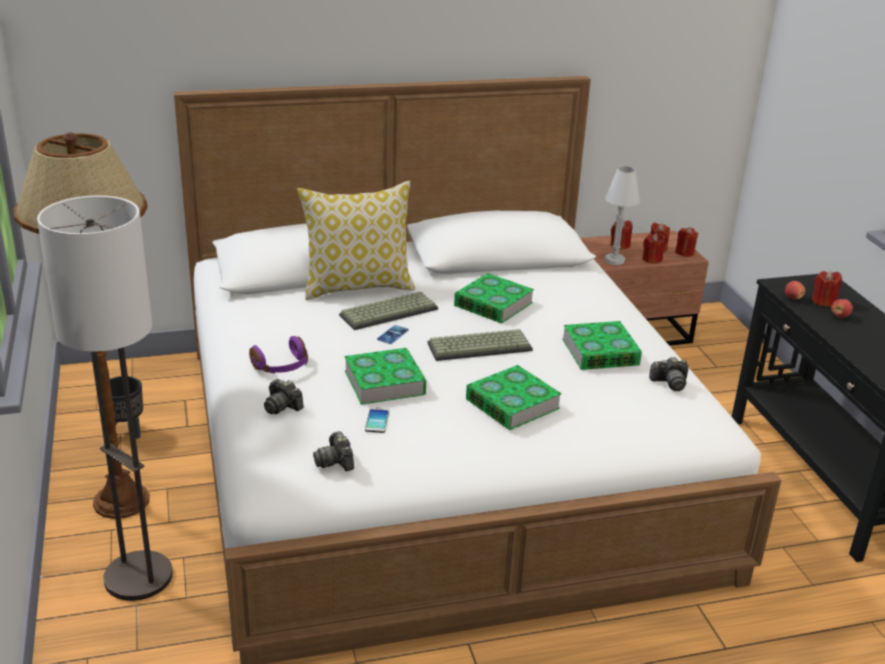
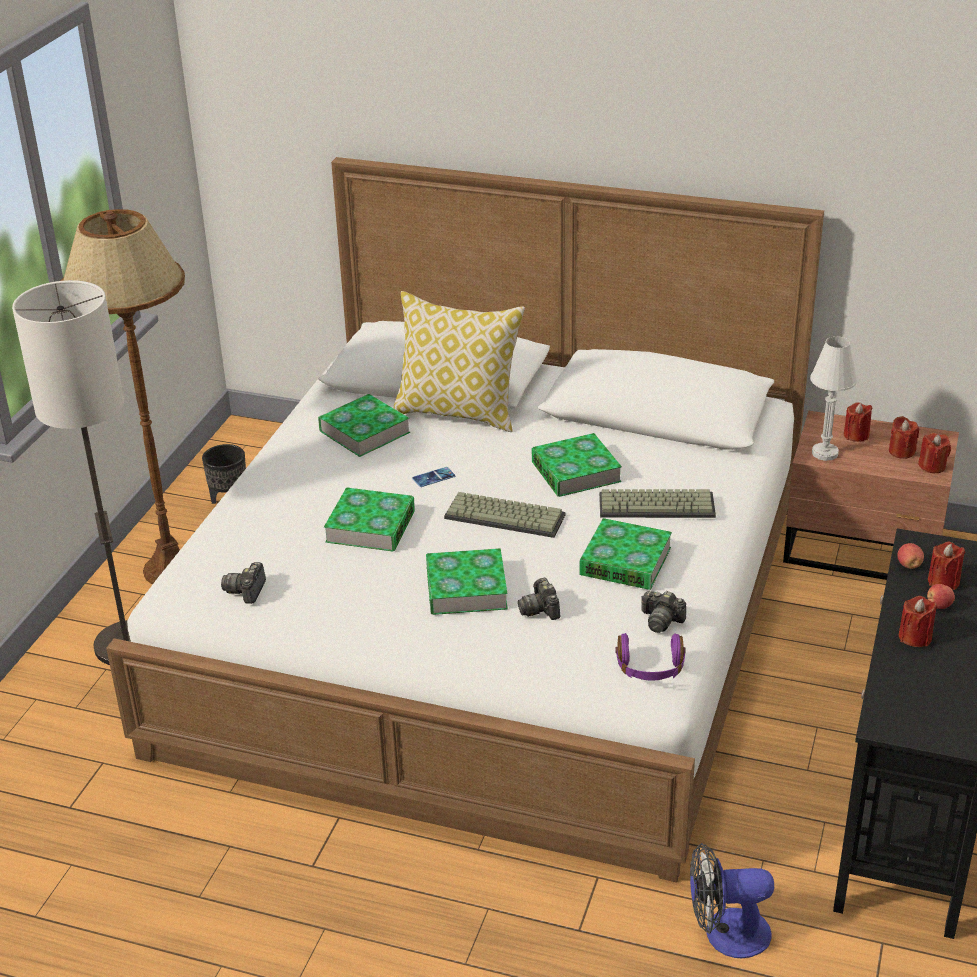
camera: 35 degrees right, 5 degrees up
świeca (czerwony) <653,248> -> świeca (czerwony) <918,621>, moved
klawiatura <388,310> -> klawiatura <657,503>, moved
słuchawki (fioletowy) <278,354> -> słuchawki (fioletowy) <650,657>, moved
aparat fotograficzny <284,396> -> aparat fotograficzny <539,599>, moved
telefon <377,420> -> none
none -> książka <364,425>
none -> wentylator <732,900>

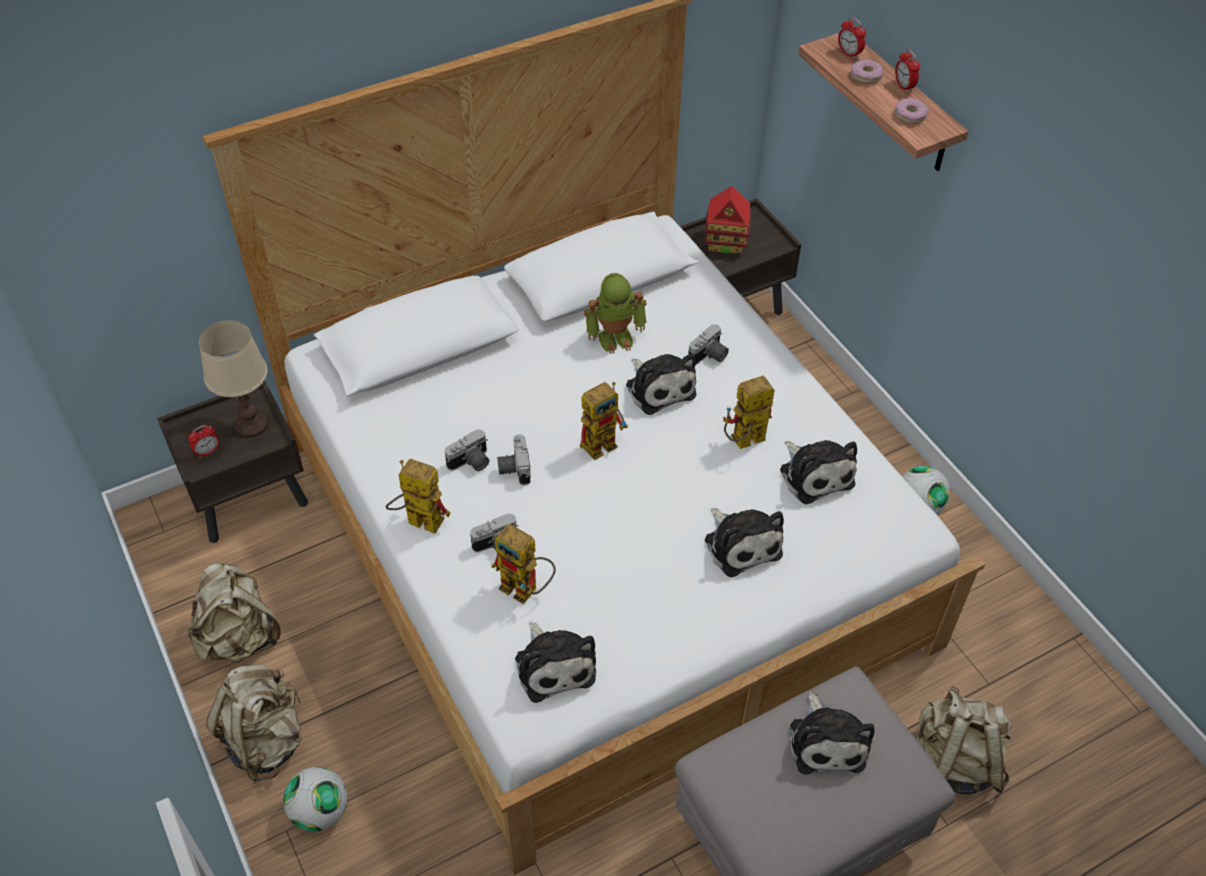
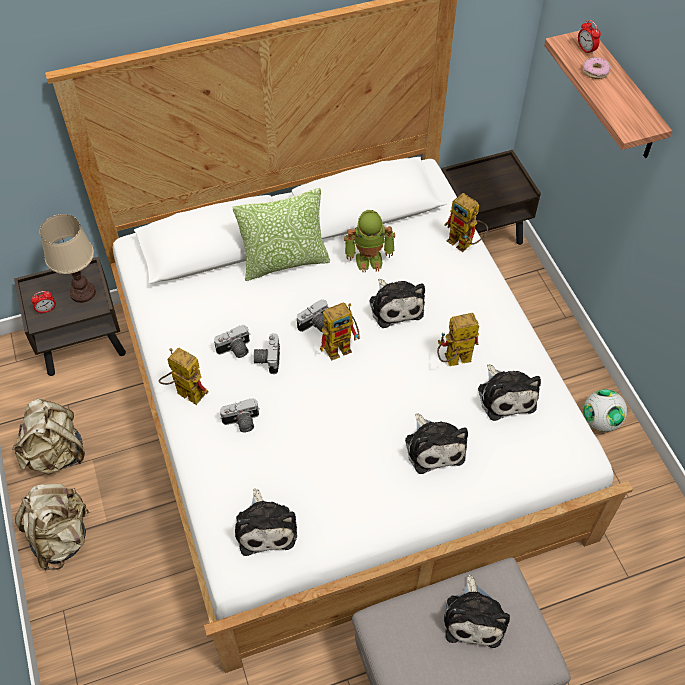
camera: 10 degrees right, 5 degrees up
budzik <907,71> -> none
donut <912,111> -> none
domek <728,220> -> none
aparat fotograficzny <708,344> -> aparat fotograficzny <312,315>, moved
robot zabawkowy <523,564> -> robot zabawkowy <466,222>, moved
plecak (beżowy) <964,740> -> none
piłka futbolowa <315,799> -> none
none -> poduszka <281,234>

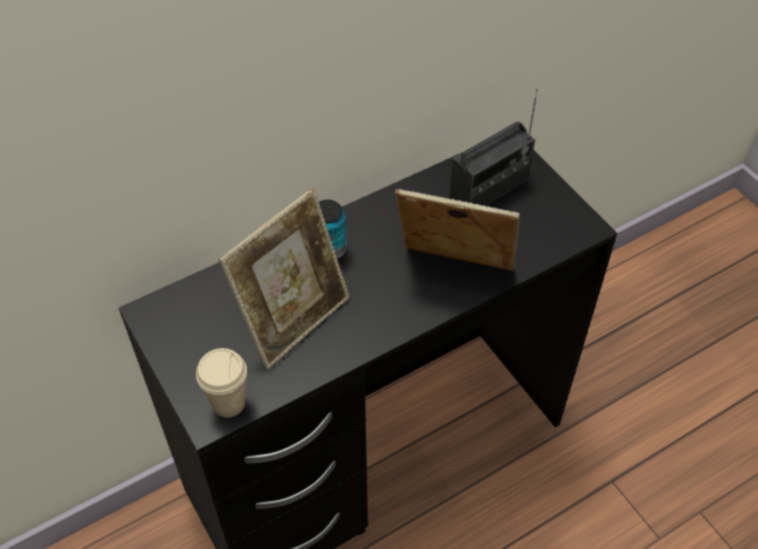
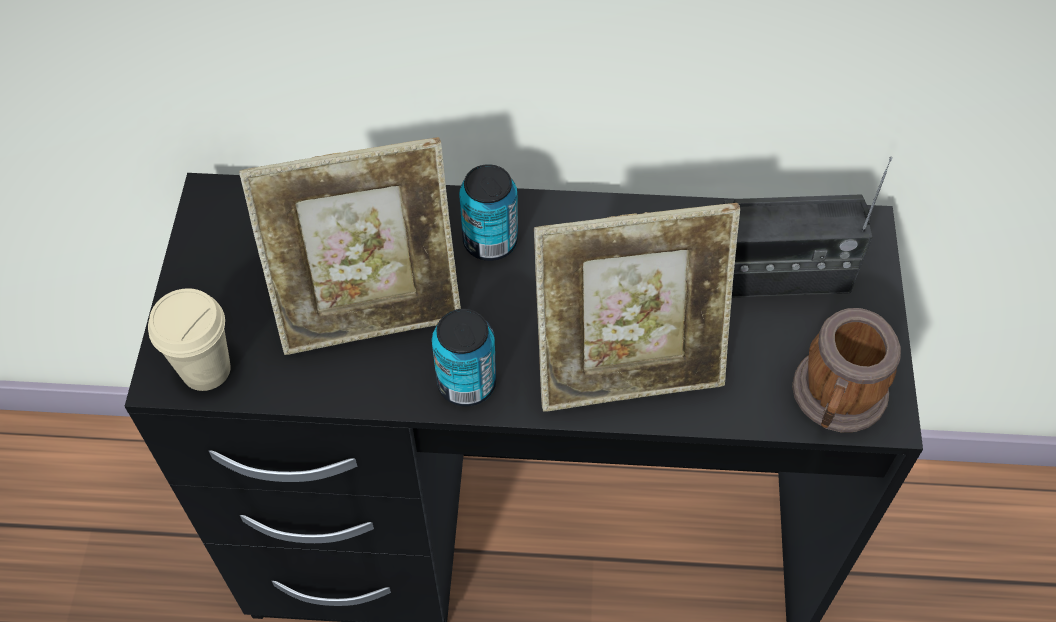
camera: 35 degrees right, 5 degrees up
ramka na zdjęcie <457,230> -> ramka na zdjęcie <637,307>, 120 degrees clockwise
none -> kubek <846,370>
none -> puszka <464,357>

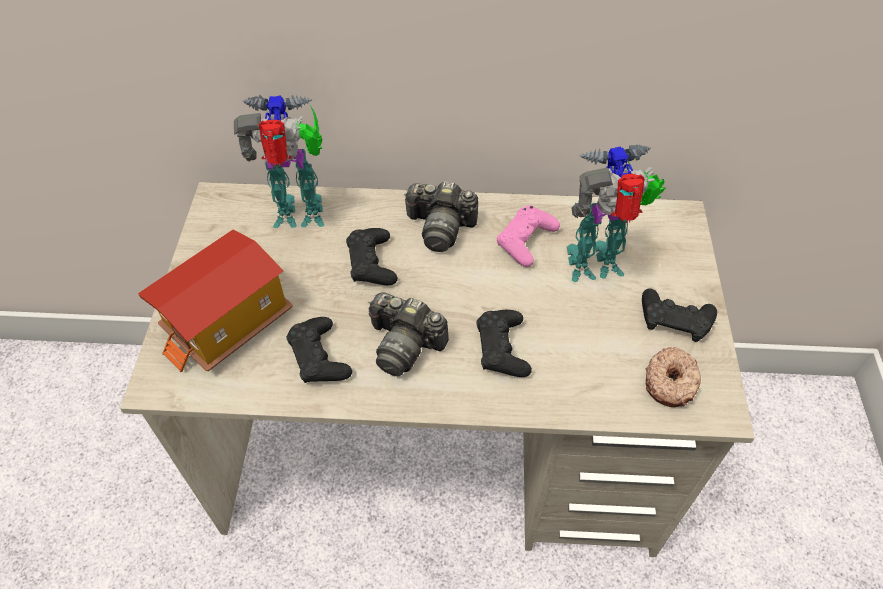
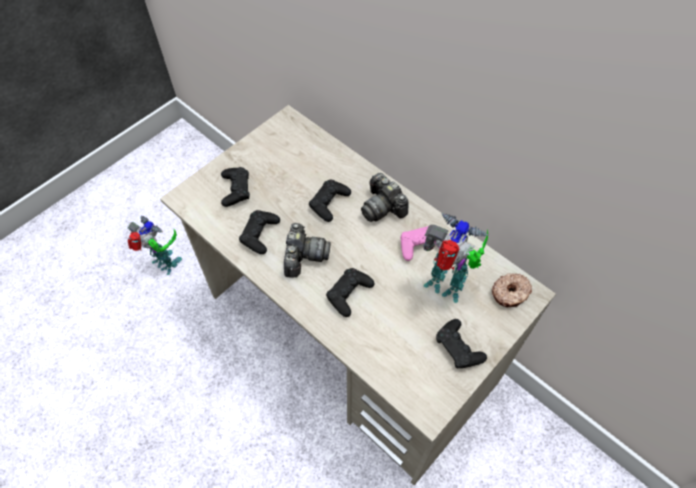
camera: 40 degrees right, 5 degrees up
robot zabawkowy <279,161> -> robot zabawkowy <155,245>, moved
domek <215,300> -> pad do gier (czarny) <235,187>
aparat fotograficzny <408,334> -> aparat fotograficzny <307,250>, 150 degrees counterclockwise
donut <673,377> -> donut <512,290>, moved

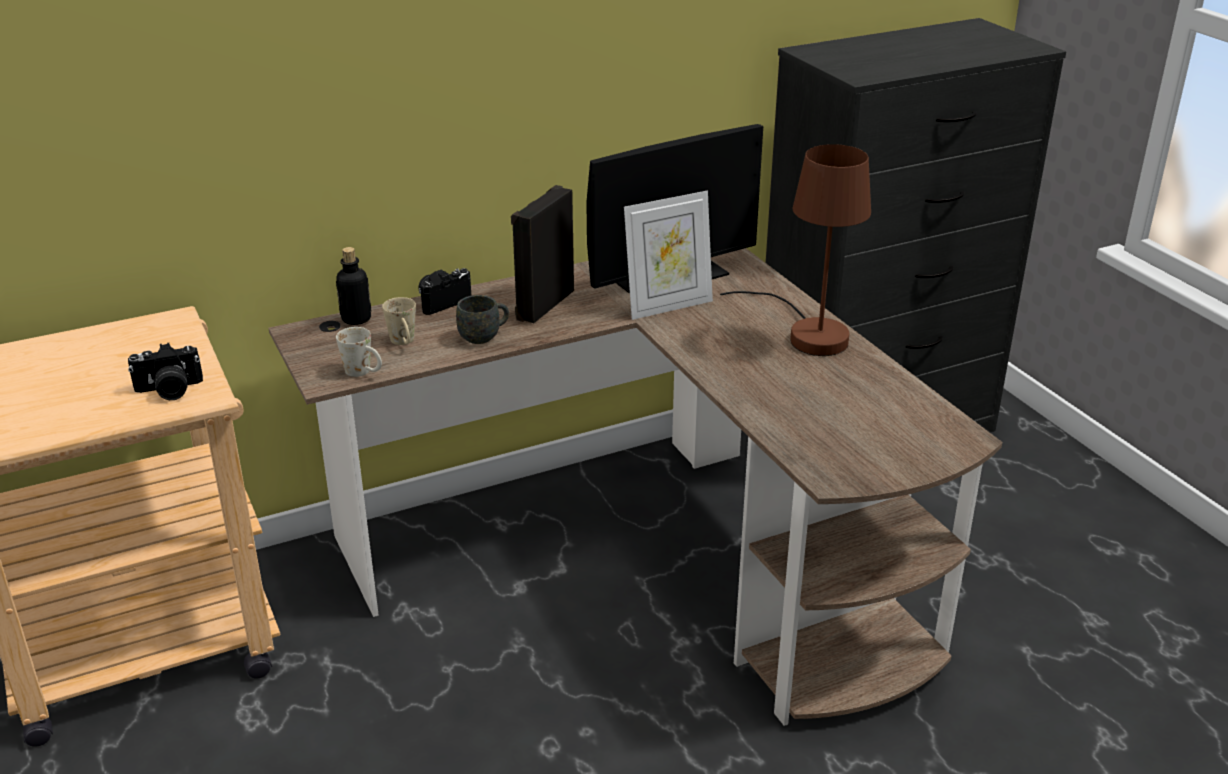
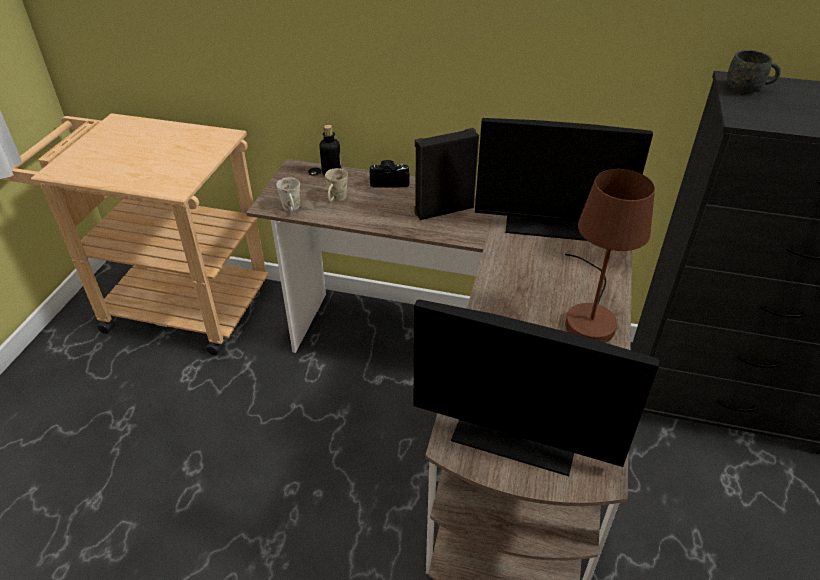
camera: 40 degrees right, 10 degrees up
ramka na zdjęcie <668,255> -> none
kubek (szary) <482,319> -> kubek (szary) <754,72>, moved
aparat fotograficzny <165,371> -> none
none -> monitor <536,387>

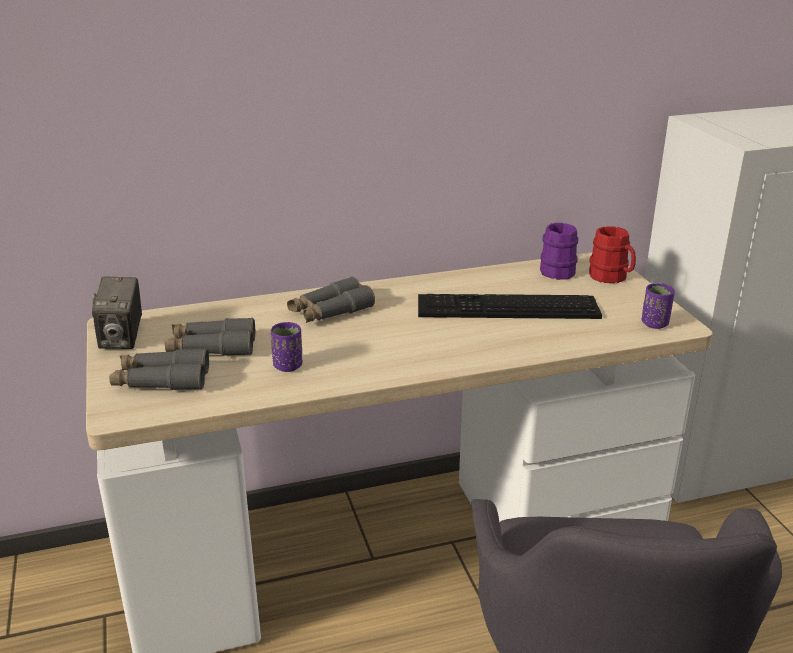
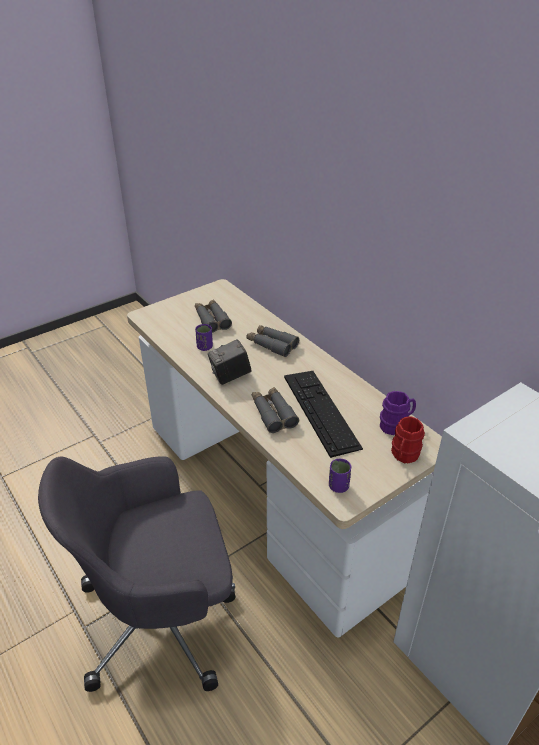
camera: 70 degrees right, 10 degrees up
aparat fotograficzny <117,312> -> aparat fotograficzny <229,362>, moved
lornetka (szary) <159,369> -> lornetka (szary) <275,410>, moved

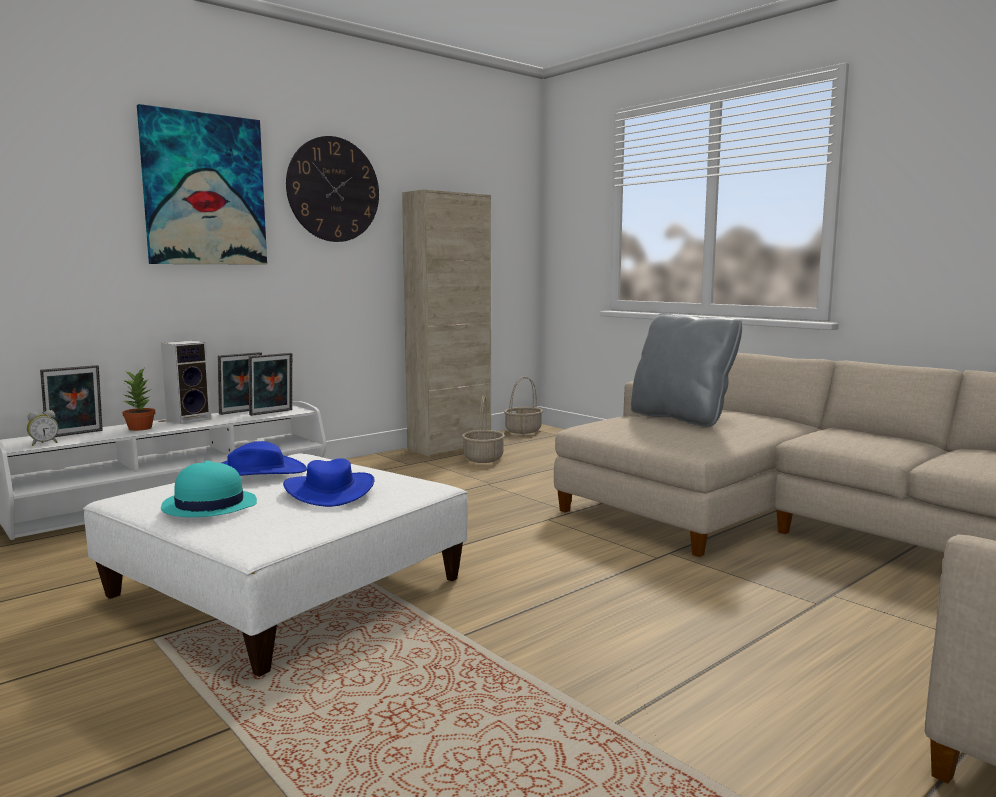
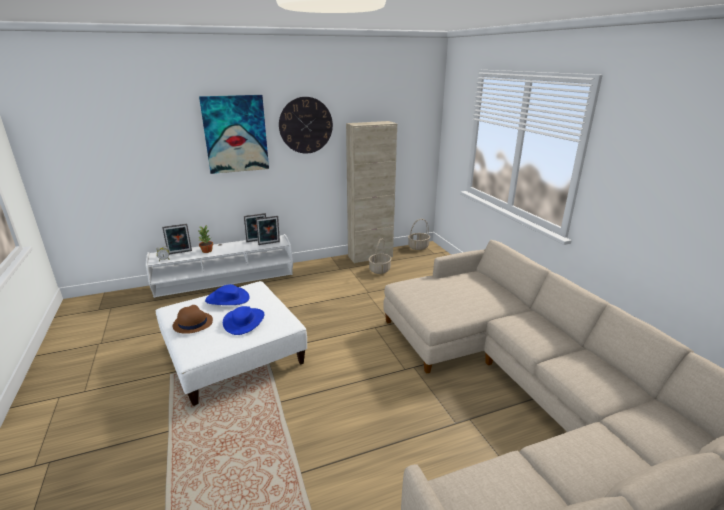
camera: 20 degrees right, 15 degrees up
poduszka (szary) <686,370> -> none
głośnik <186,382> -> none
kapelusz (turkusowy) <209,489> -> kapelusz (brązowy) <192,319>

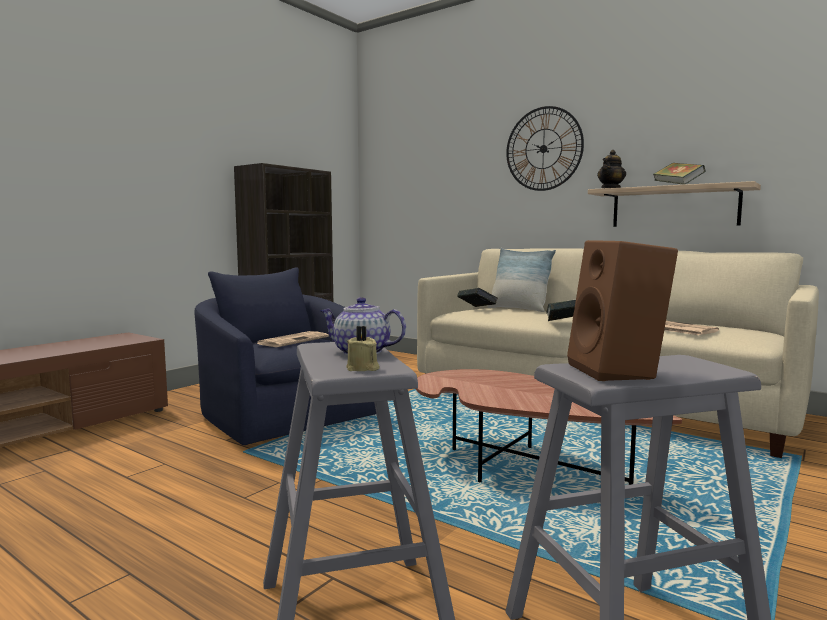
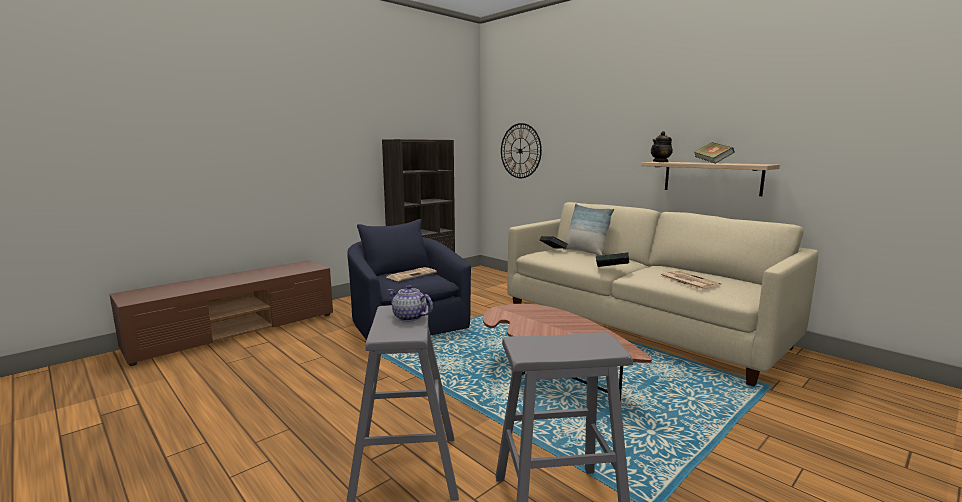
camera: 10 degrees right, 5 degrees up
zegar ścienny <545,148> -> zegar ścienny <521,150>, moved
głośnik (brązowy) <622,310> -> none
świeca (beżowy) <363,348> -> none

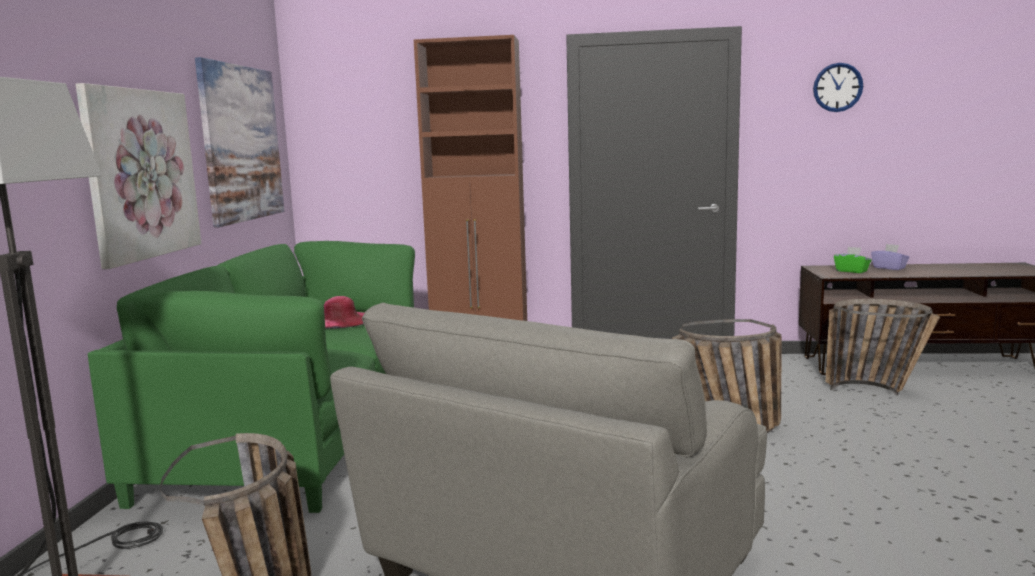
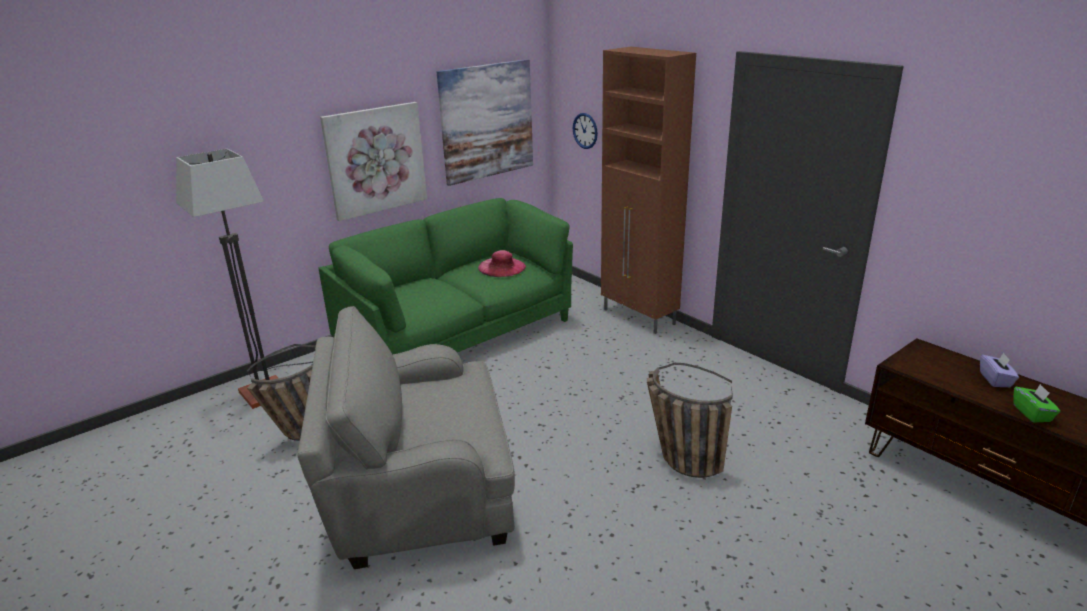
camera: 45 degrees right, 15 degrees up
zegar ścienny <838,87> -> zegar ścienny <585,131>, moved
pudełko chusteczek (zielony) <852,260> -> pudełko chusteczek (zielony) <1037,403>, moved
koszyk <883,347> -> none

